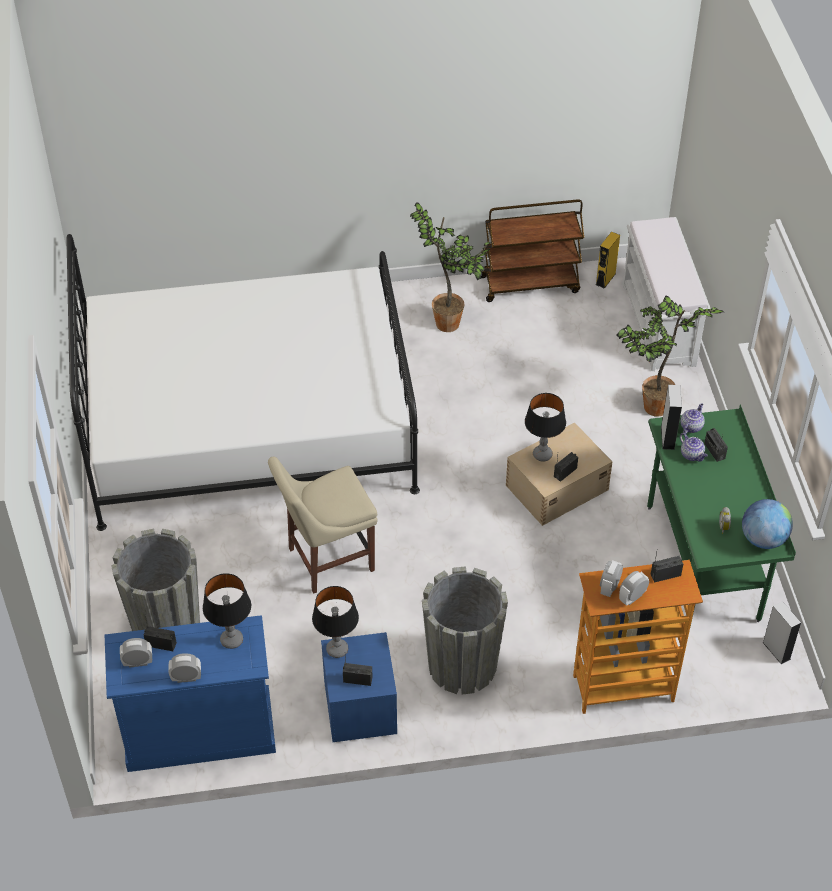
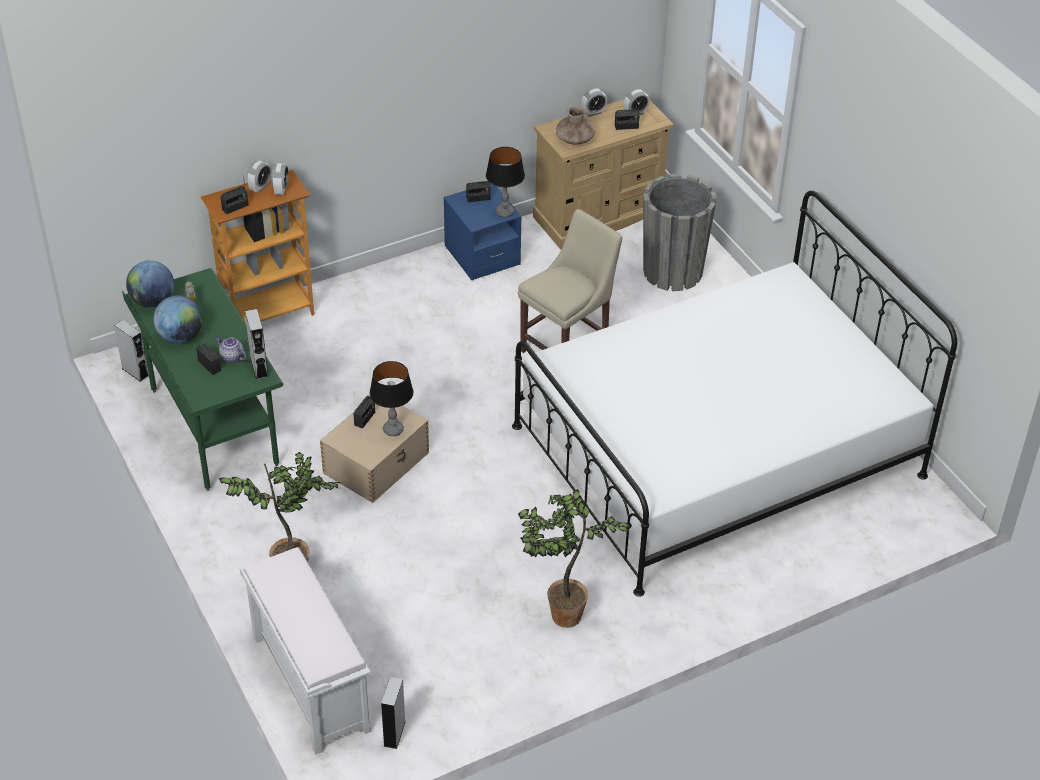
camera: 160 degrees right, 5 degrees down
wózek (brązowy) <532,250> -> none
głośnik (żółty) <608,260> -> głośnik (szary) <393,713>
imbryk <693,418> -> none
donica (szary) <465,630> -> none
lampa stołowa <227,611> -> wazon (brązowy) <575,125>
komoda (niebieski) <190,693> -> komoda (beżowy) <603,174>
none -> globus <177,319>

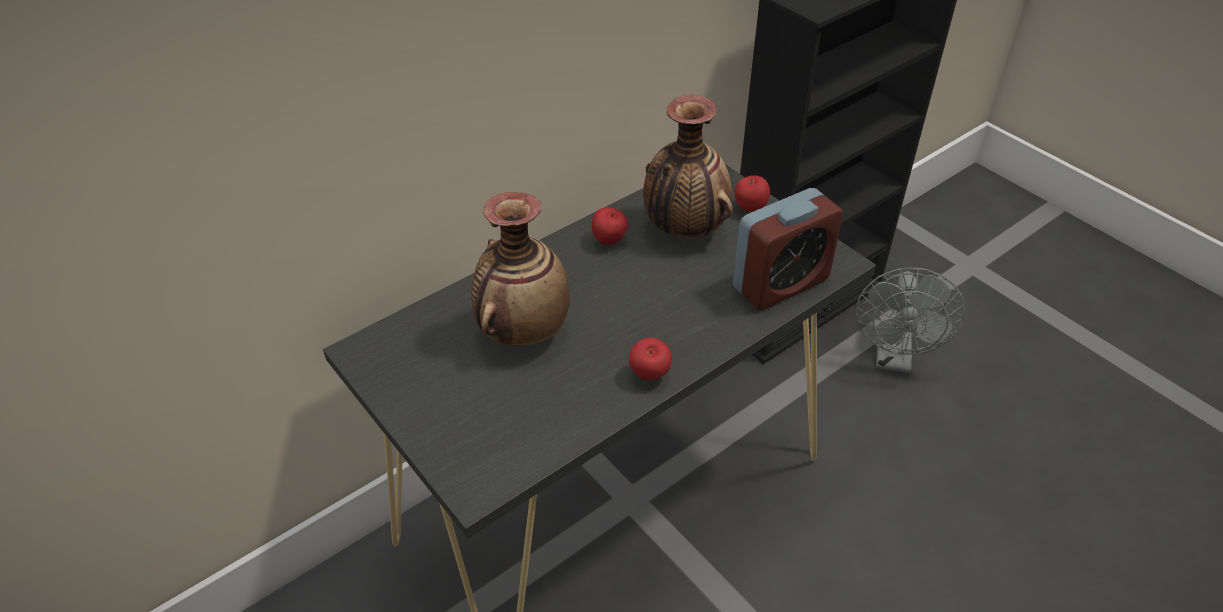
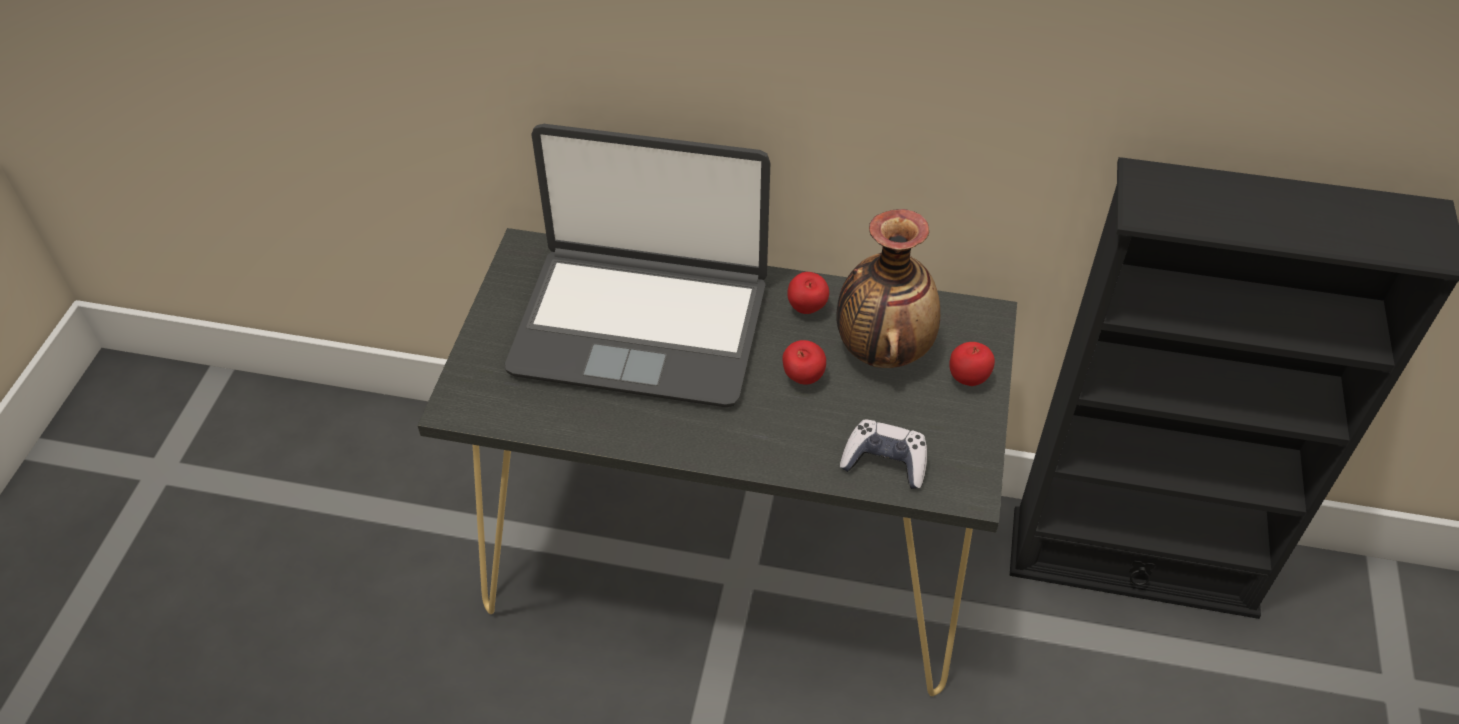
camera: 50 degrees right, 5 degrees up
budzik <788,249> -> pad do gier <883,454>
wazon <520,269> -> laptop <637,265>
wentylator (szary) <910,320> -> none
jabłko <650,359> -> jabłko <804,362>, moved

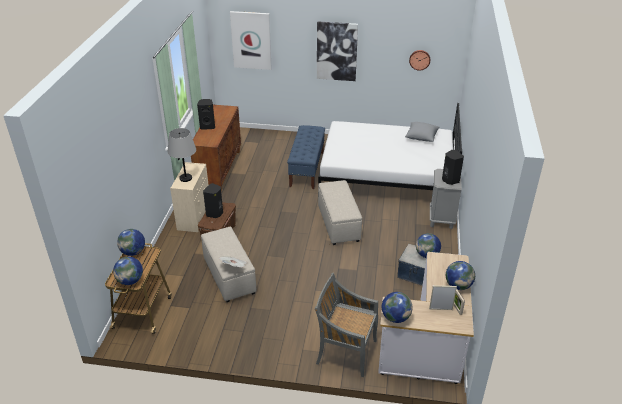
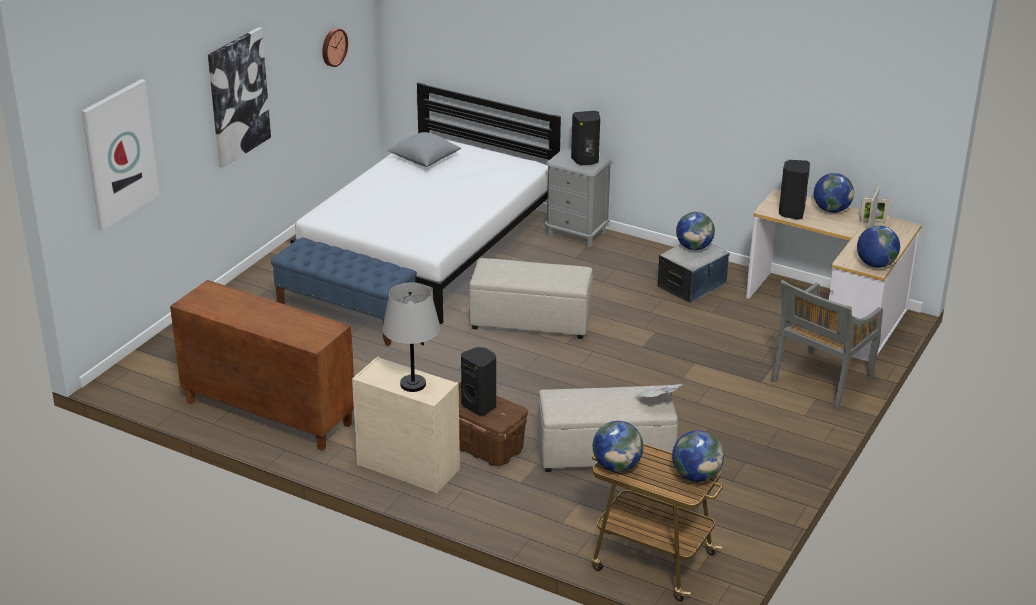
camera: 70 degrees left, 5 degrees down
głośnik (czarny) <206,114> -> głośnik (czarny) <794,190>, moved

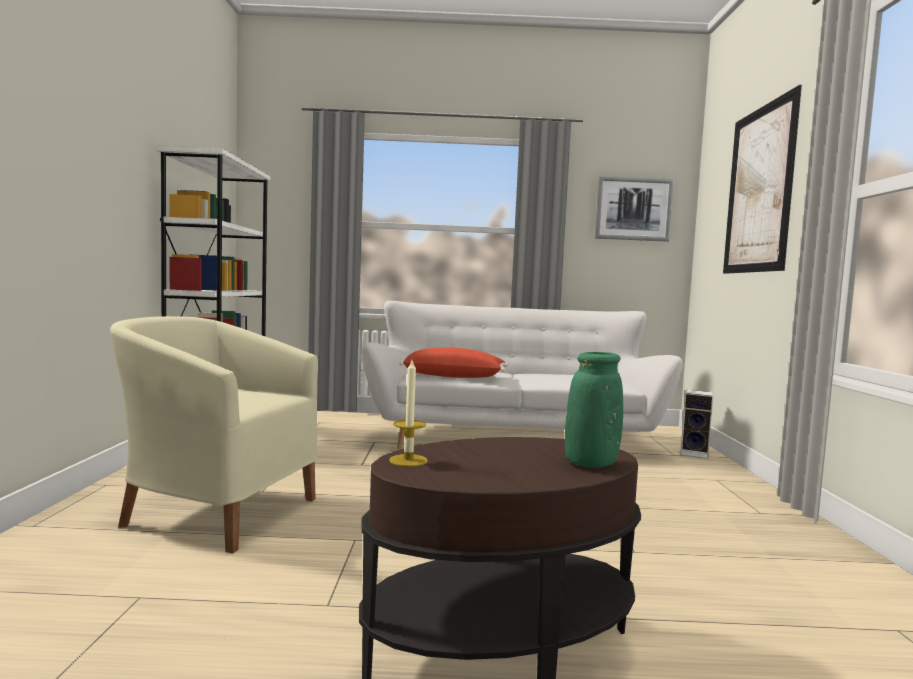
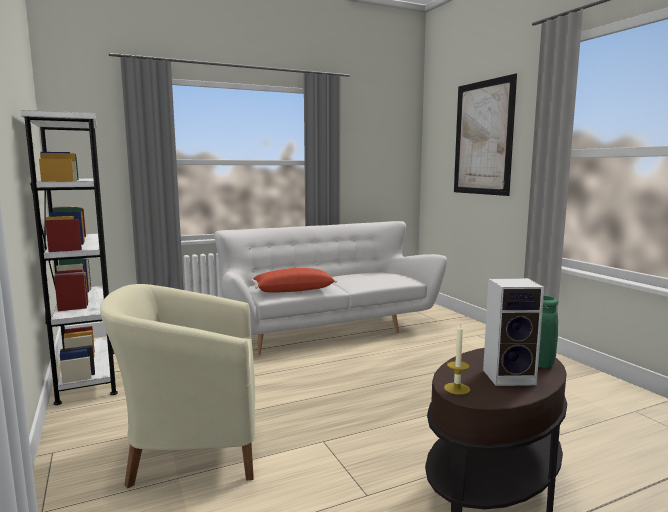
camera: 25 degrees left, 5 degrees up
obraz <634,209> -> none
głośnik <696,424> -> głośnik <513,332>, moved

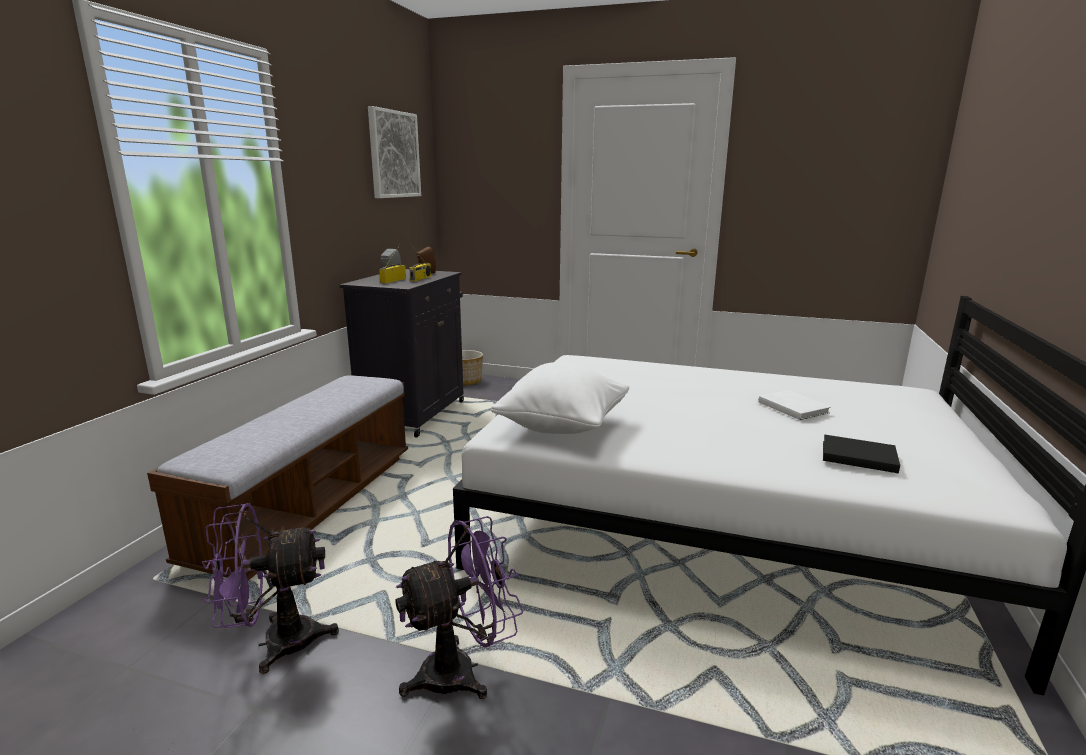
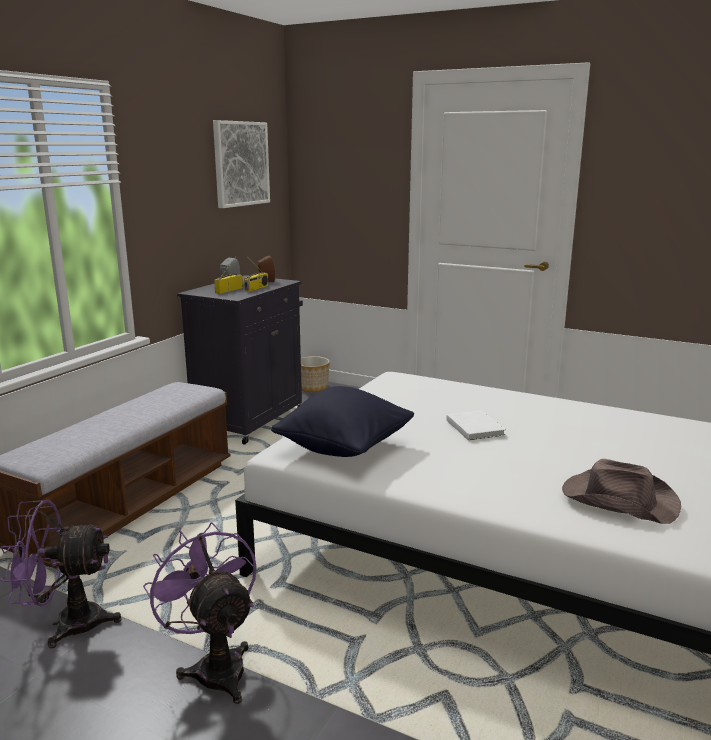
camera: 10 degrees right, 0 degrees up
poduszka (biały) <560,398> -> poduszka (czarny) <342,421>
książka (biały) <794,405> -> książka (biały) <476,425>, moved
książka (czarny) <861,453> -> kapelusz (brązowy) <621,491>
wentylator (fioletowy) <459,607> -> wentylator (fioletowy) <199,613>, 105 degrees counterclockwise

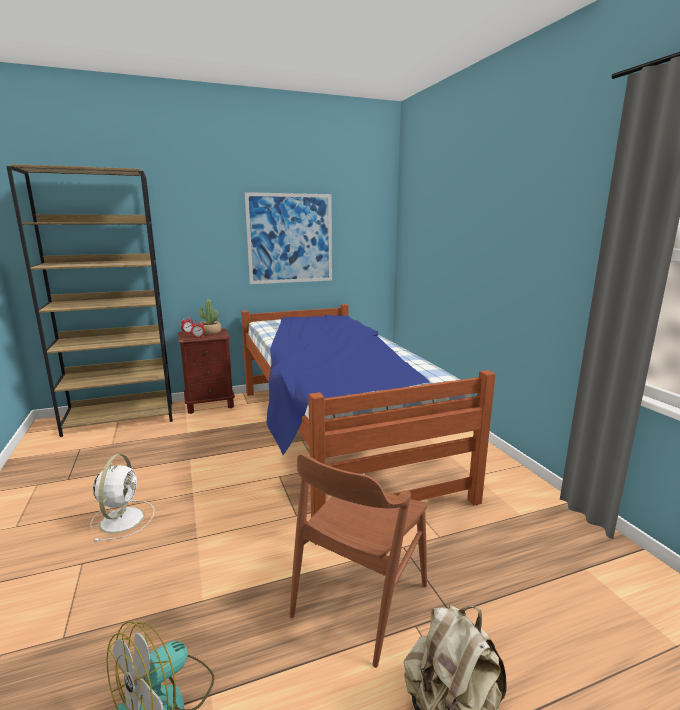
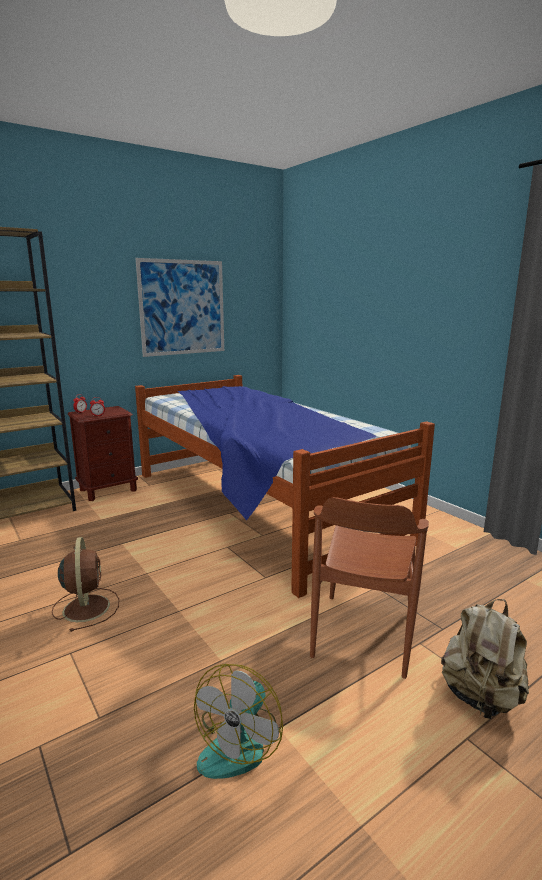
camera: 15 degrees left, 0 degrees up
roślina doniczkowa <210,316> -> none
wentylator (biały) <122,498> -> wentylator (brązowy) <85,584>

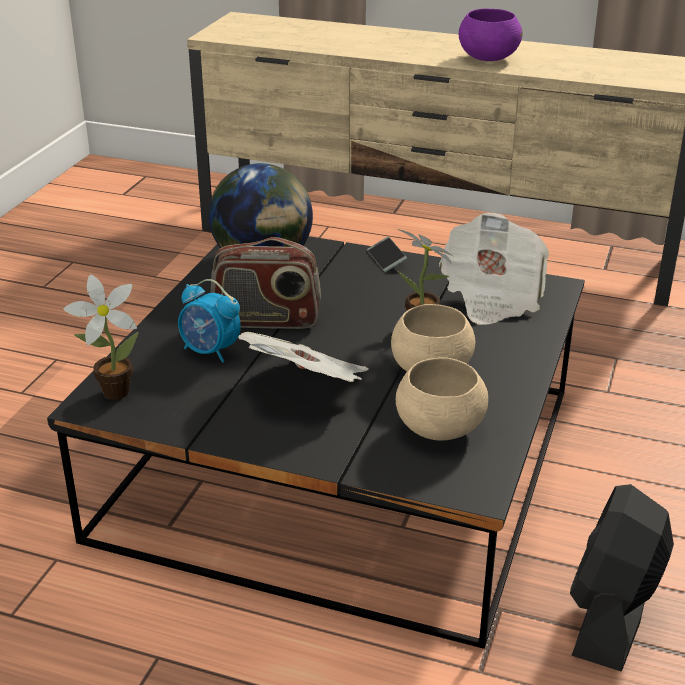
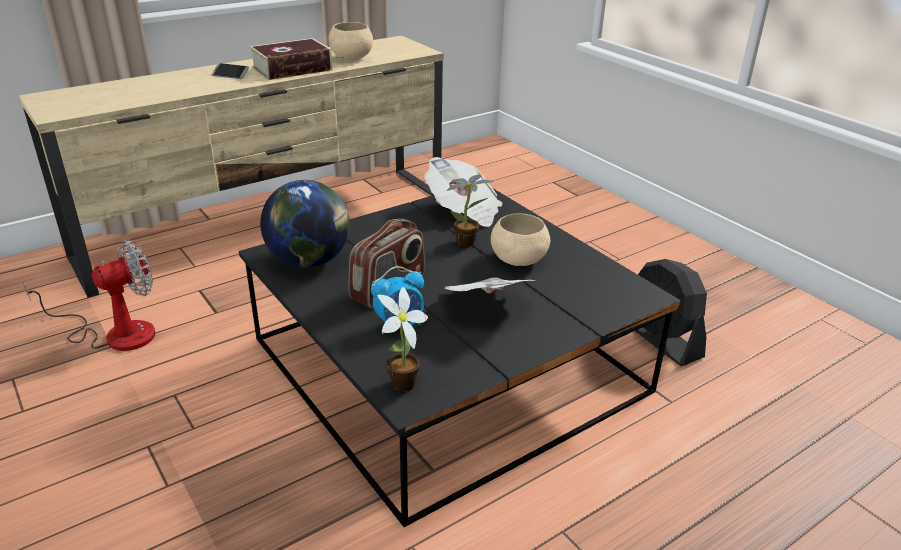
camera: 55 degrees left, 0 degrees up
miska (fioletowy) <491,35> -> książka <291,59>
telefon <387,254> -> telefon <230,71>, moved
miska (beżowy) <442,398> -> miska (beżowy) <350,41>, moved
none -> wentylator <89,295>

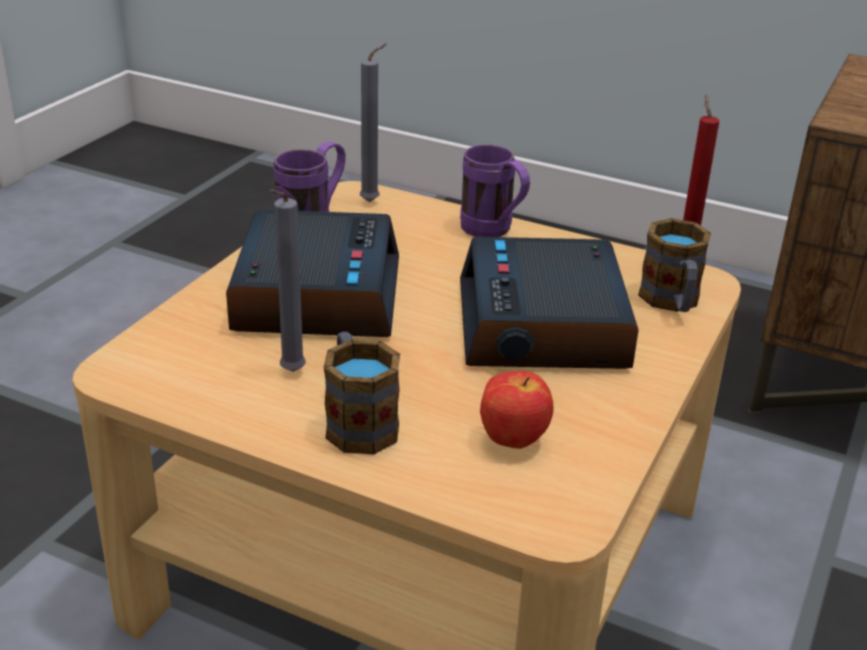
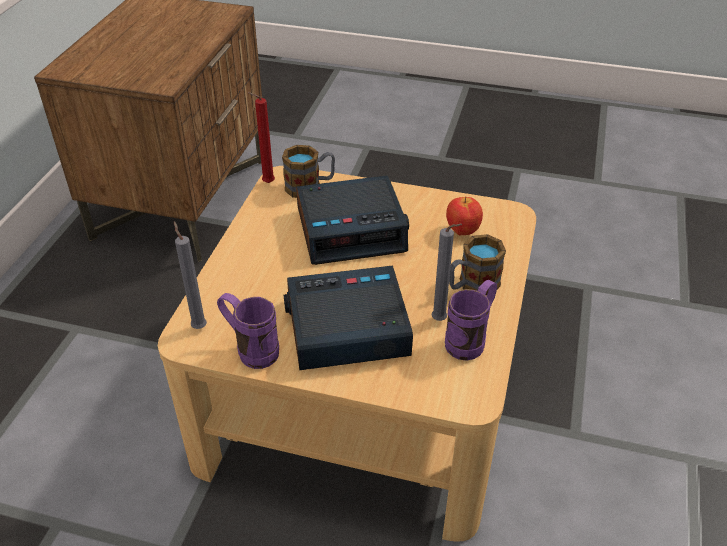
camera: 100 degrees left, 10 degrees up
kubek (fioletowy) <495,191> -> kubek (fioletowy) <471,320>, moved

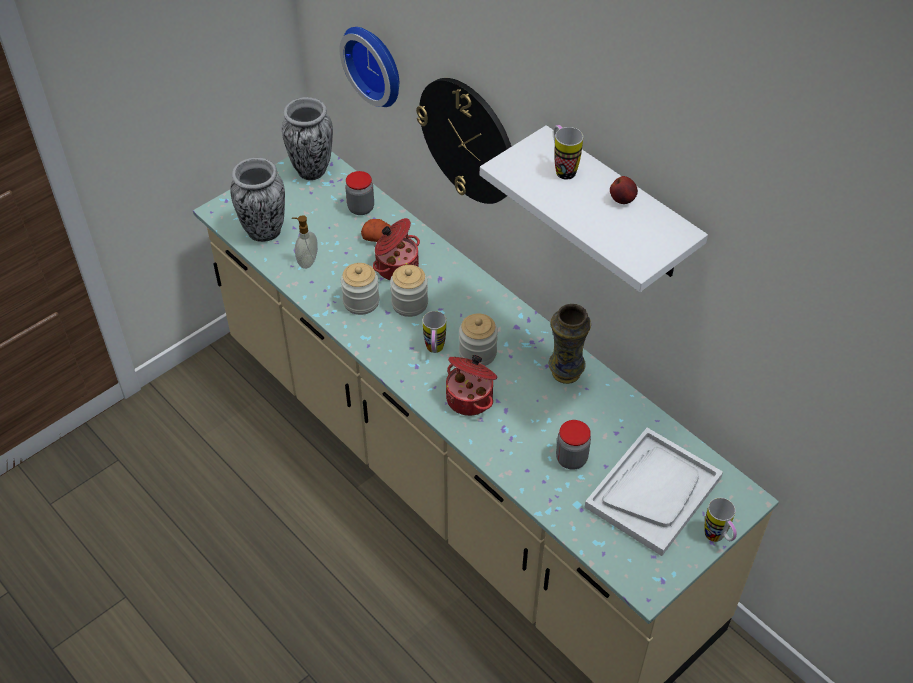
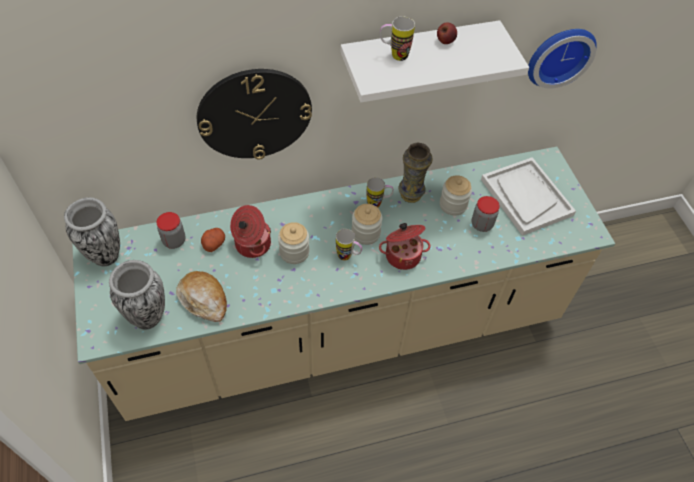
camera: 65 degrees left, 5 degrees up
zegar ścienny <369,67> -> zegar ścienny <562,59>, moved
dozownik mydła <304,242> -> chleb <201,296>
słoik <360,289> -> słoik <456,195>, moved
kubek <720,520> -> kubek <380,192>, moved

